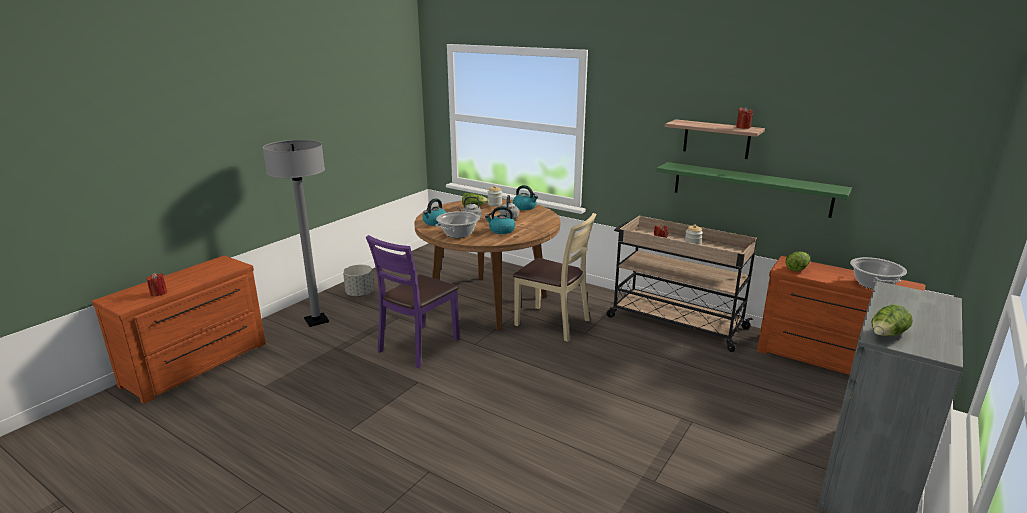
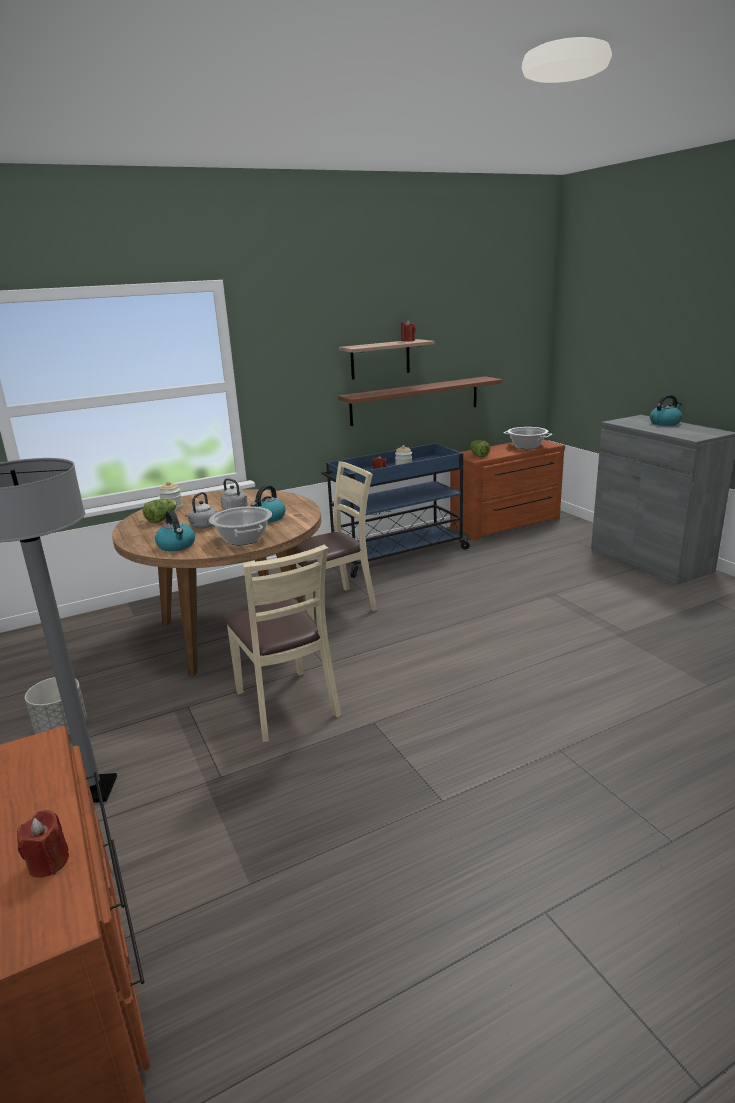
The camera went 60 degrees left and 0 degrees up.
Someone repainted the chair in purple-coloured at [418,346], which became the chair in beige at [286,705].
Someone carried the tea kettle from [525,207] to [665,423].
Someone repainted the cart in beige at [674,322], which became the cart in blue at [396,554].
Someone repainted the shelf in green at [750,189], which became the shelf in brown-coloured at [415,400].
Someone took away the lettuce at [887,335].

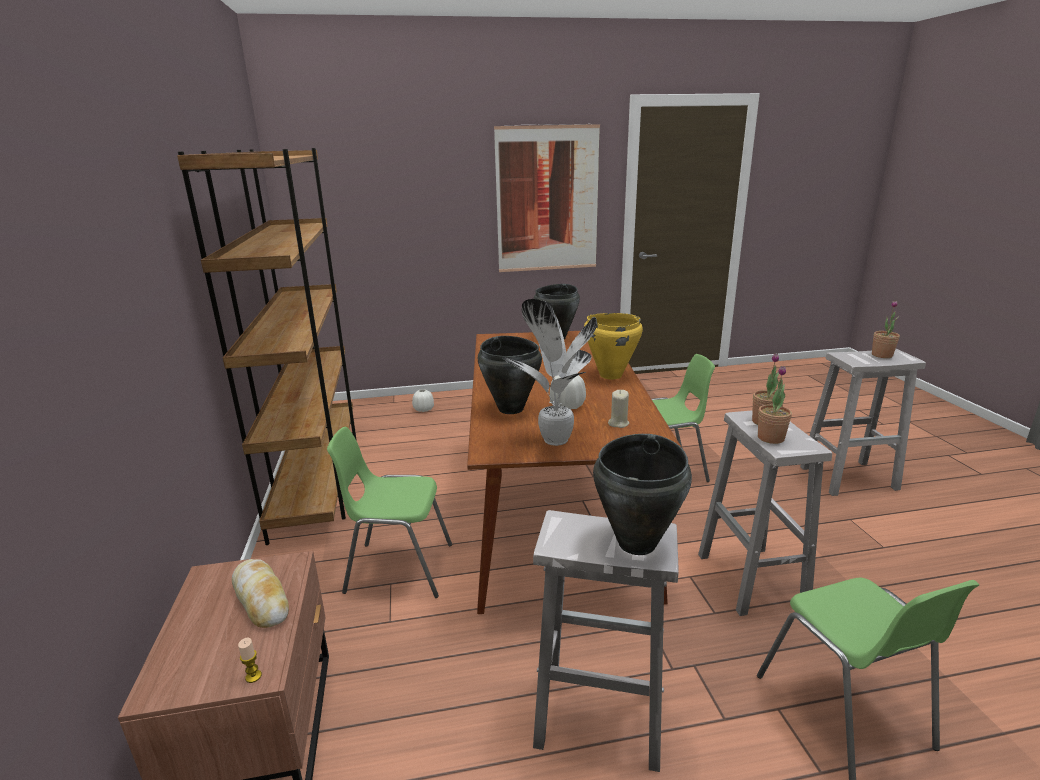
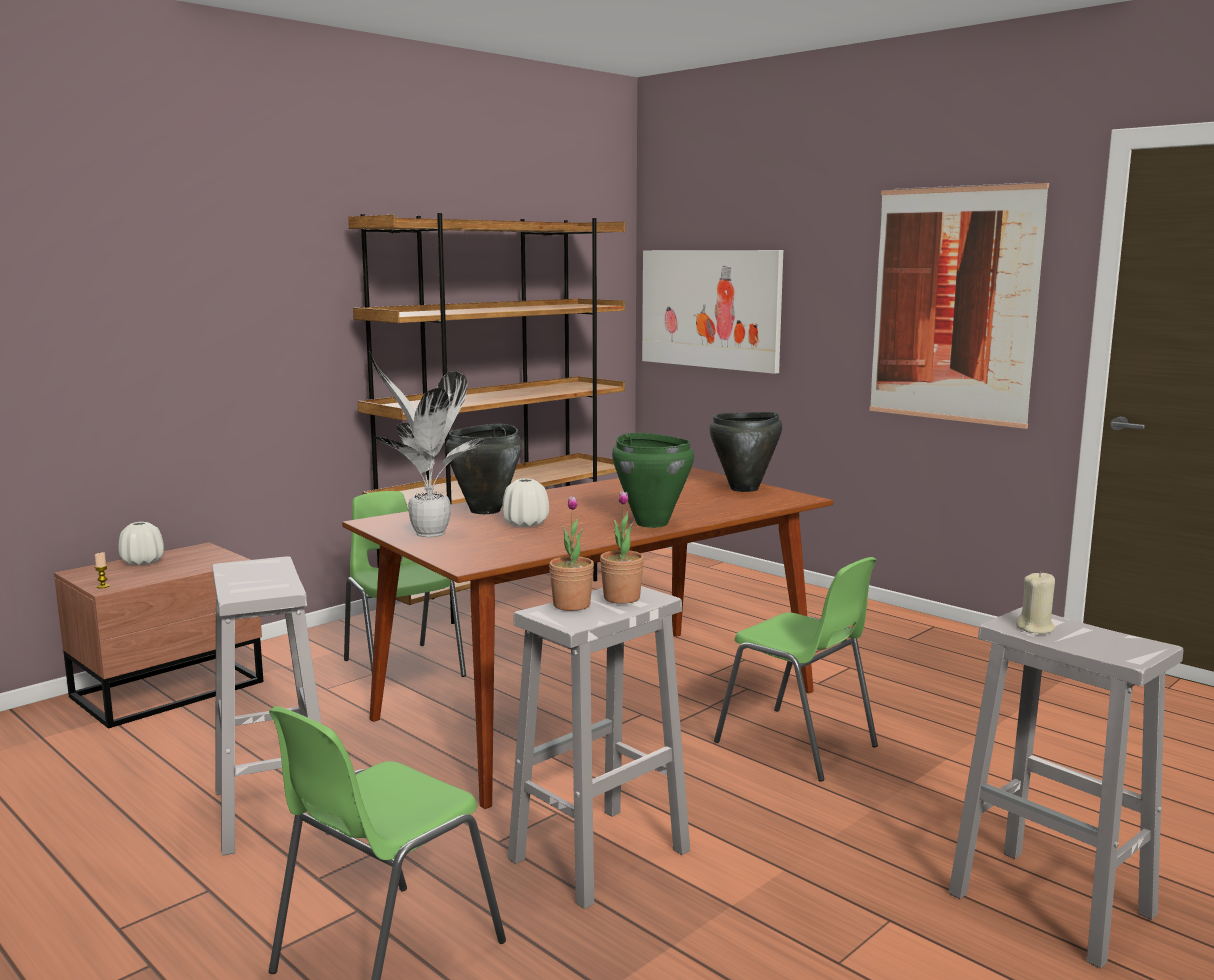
The camera went 55 degrees right and 10 degrees down.
Someone took away the baked bread at [261,599].
Someone carried the decorative vase in whitish from [423,409] to [142,562].
Someone repainted the stockpot in yellowish at [610,375], which became the stockpot in green at [652,523].
Someone took away the stockpot in blackish at [638,543].
Someone carried the wax light in beige from [618,423] to [1035,628].
Someone took away the plant in a pot at [882,355].
Someone put up the picture at [710,309].

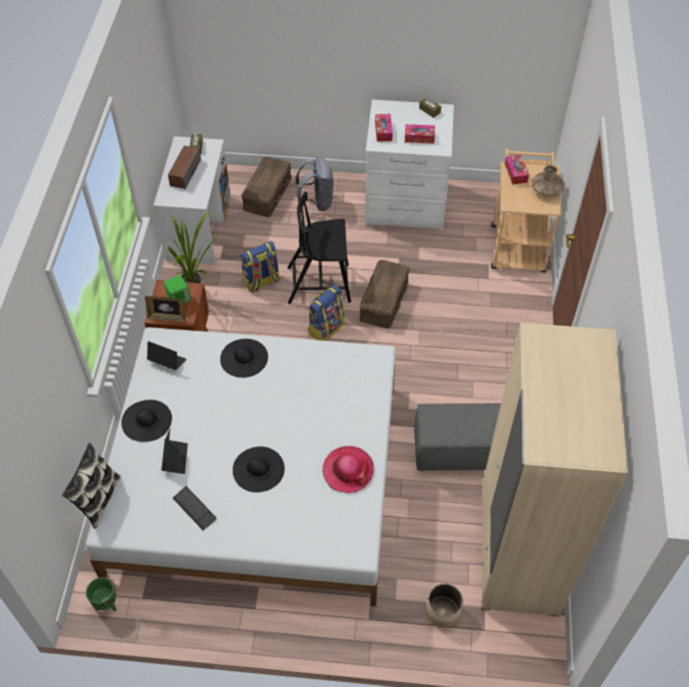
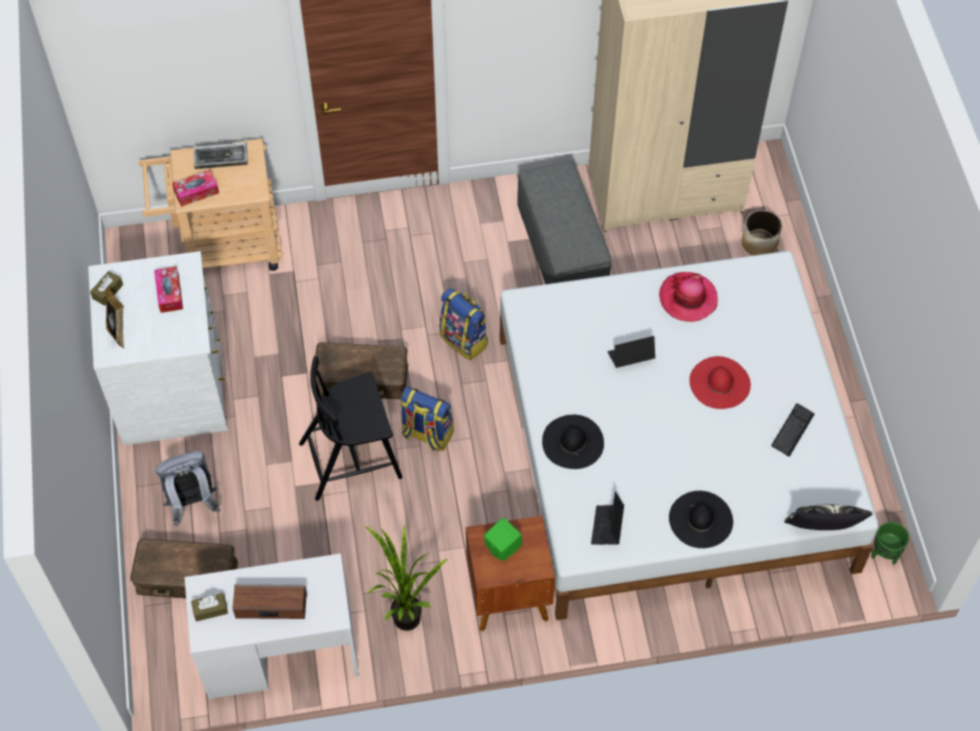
The camera went 105 degrees left and 5 degrees up.
Someone carried the picture frame from [167,317] to [118,328].
Someone carried the portable computer from [175,458] to [630,357].
Someone repainted the hat in blackish at [258,469], which became the hat in red at [719,383].
Someone carried the backpack from [261,282] to [464,340].
Someone rotated the chair in blackish at [320,284] by 90 degrees clockwise.
Someone took away the box of tissues at [383,131].
Someone swapped the decorative vase in brown-coloured at [546,190] for the computer keyboard at [222,157].

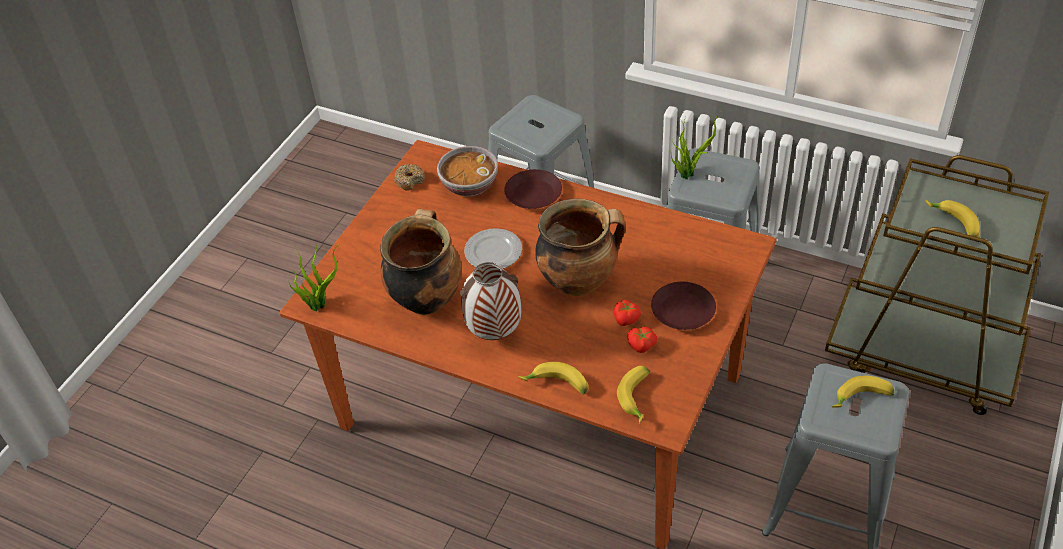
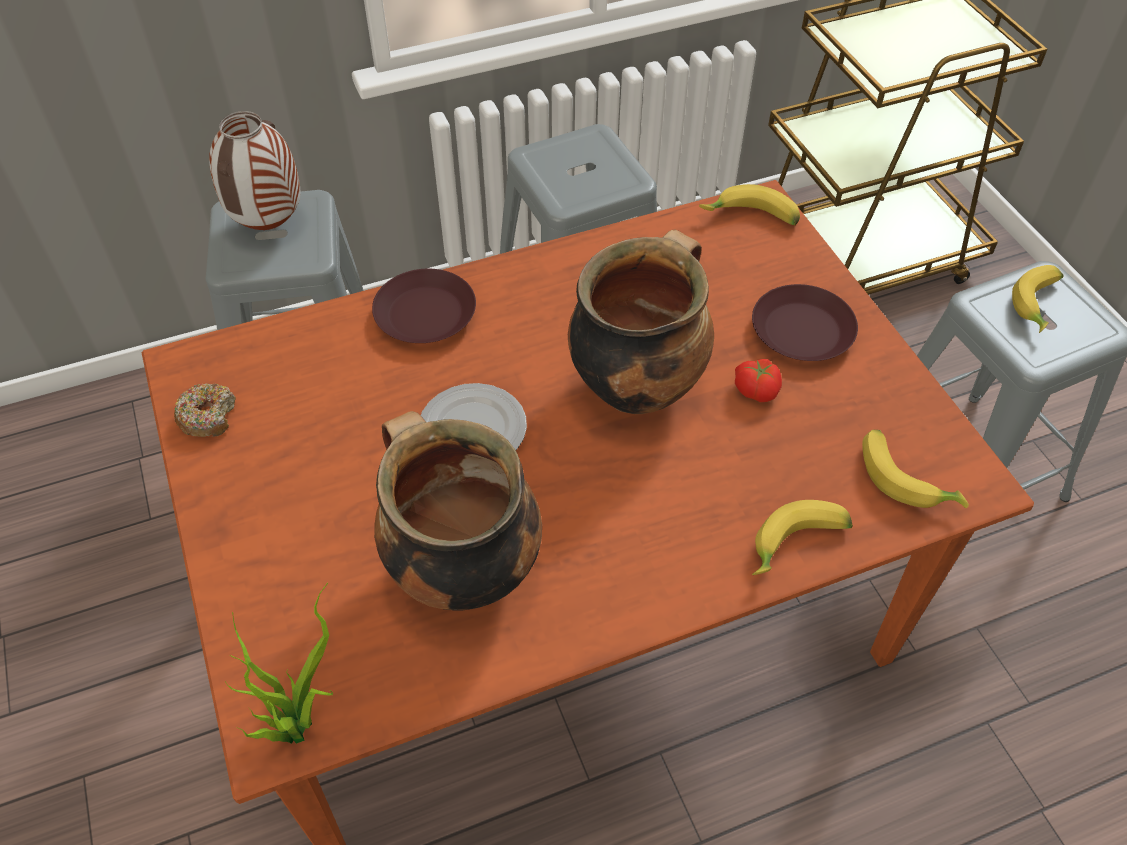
The camera went 50 degrees left and 5 degrees up.
Someone took away the deep dish at [469,185].
Someone carried the decorative vase from [494,334] to [269,226].
Someone took away the fresh tomato at [641,346].
Someone took away the plant in a pot at [688,173].
Someone carried the whole banana from [952,224] to [751,218].

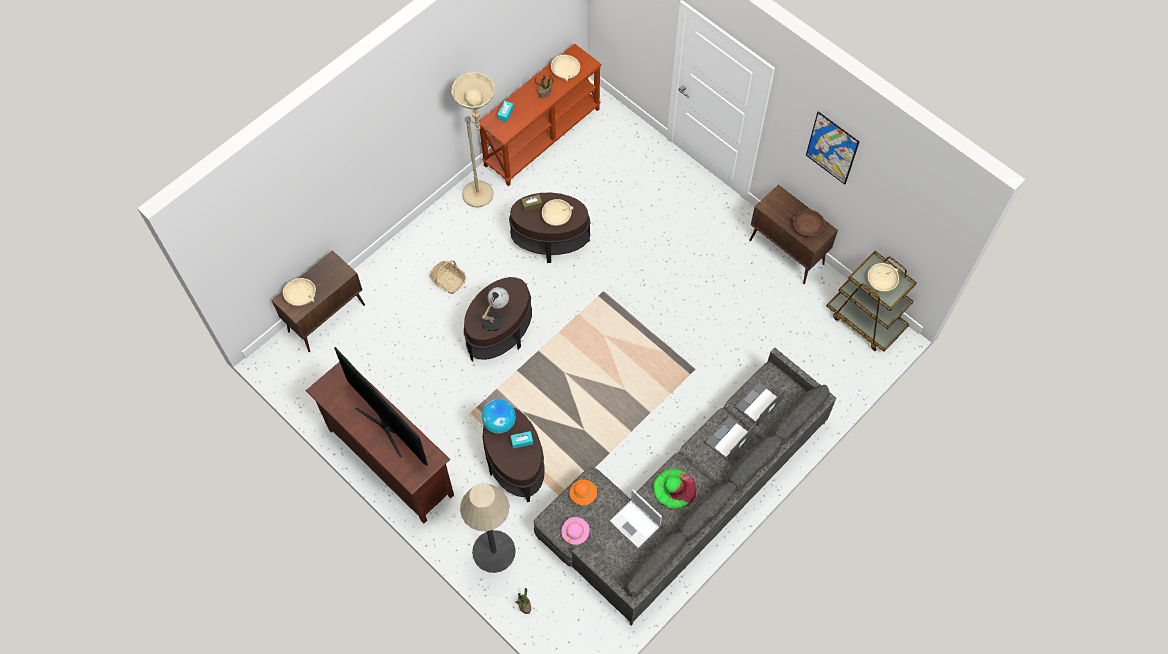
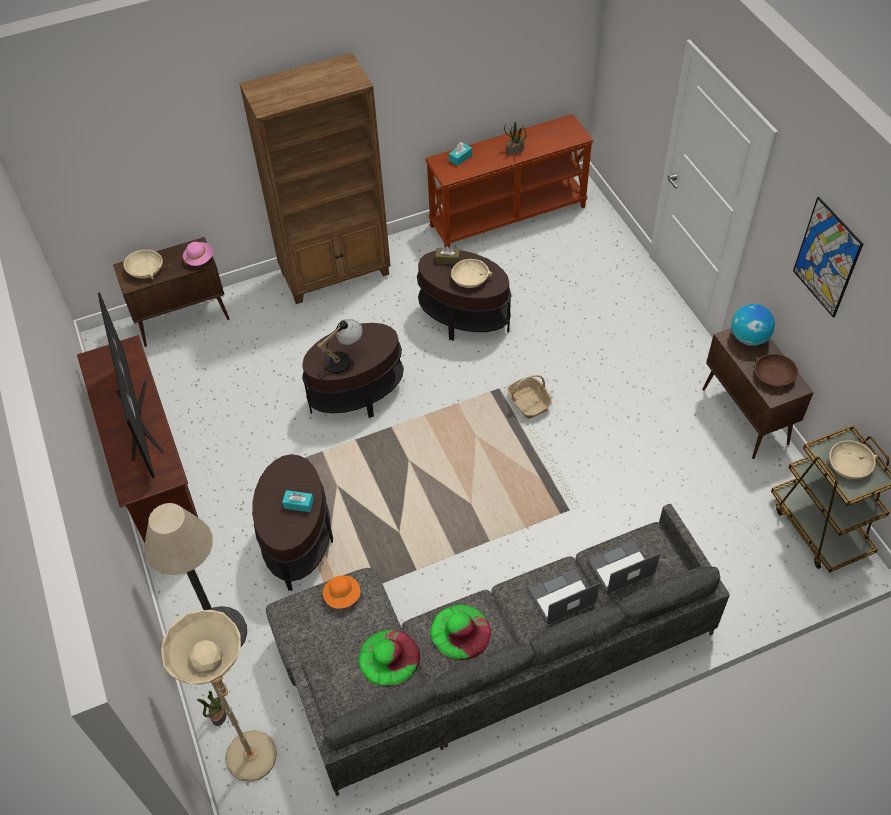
The camera went 25 degrees right and 10 degrees down.
Someone carried the basket from [448,280] to [528,402].
Someone carried the standard lamp in beige from [484,197] to [258,764].
Someone carried the globe from [499,422] to [748,338].
Someone took away the deep dish in beige at [565,71].
Someone carried the hat in pinkish from [575,532] to [199,259].
Someone swapped the portable computer at [635,524] for the hat in green at [389,658].
Someone put down the bookcase in brown-coloured at [336,273].

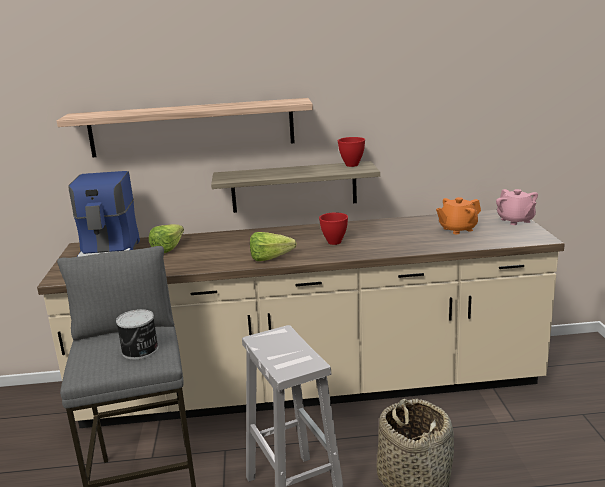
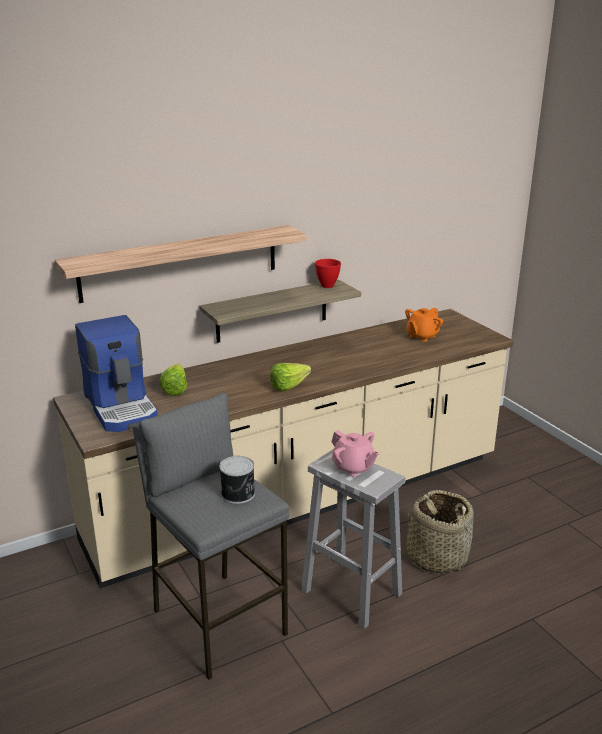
The camera went 25 degrees left and 5 degrees up.
Someone took away the deep dish in red at [335,242].
Someone carried the pot for tea in pinkish from [515,220] to [353,467].

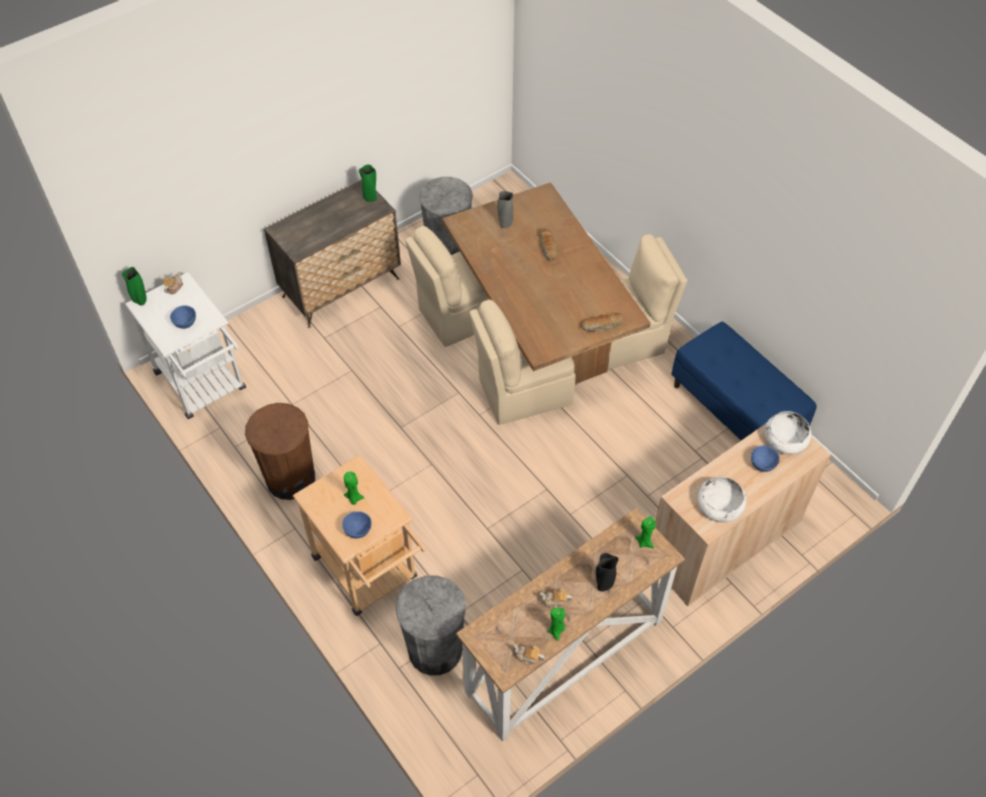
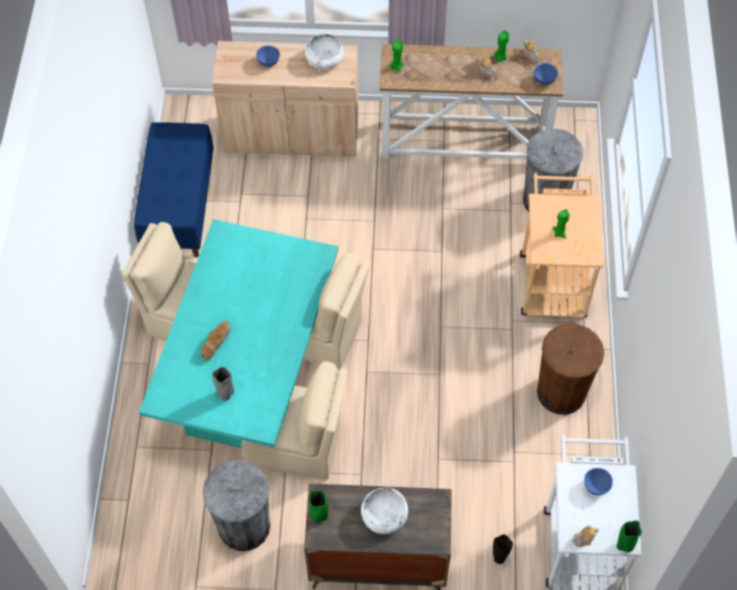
The camera went 140 degrees left and 5 degrees up.
Someone carried the deep dish in blue from [357,531] to [544,81].
Someone repainted the dinner table in brown-coloured at [540,334], which became the dinner table in turquoise at [250,376].
Someone took away the baked bread at [602,326].
Someone carried the decorative vase in blackish from [604,584] to [499,557].
Someone carried the deep dish in whitish from [785,439] to [384,515].

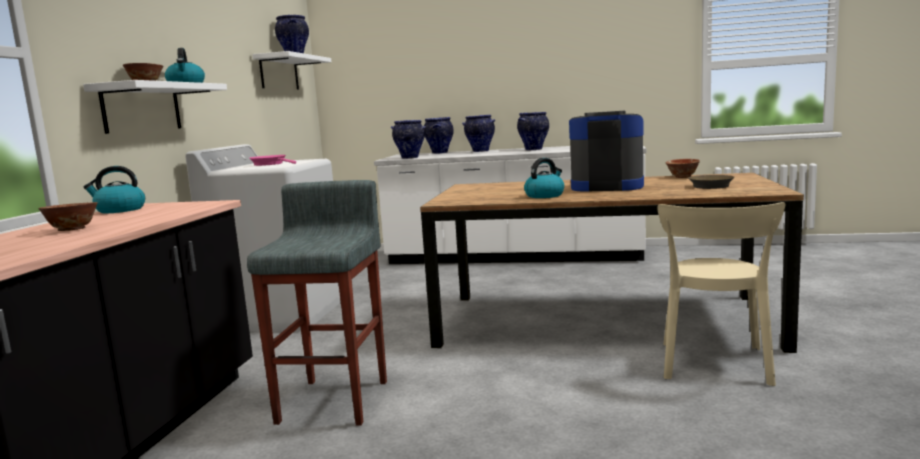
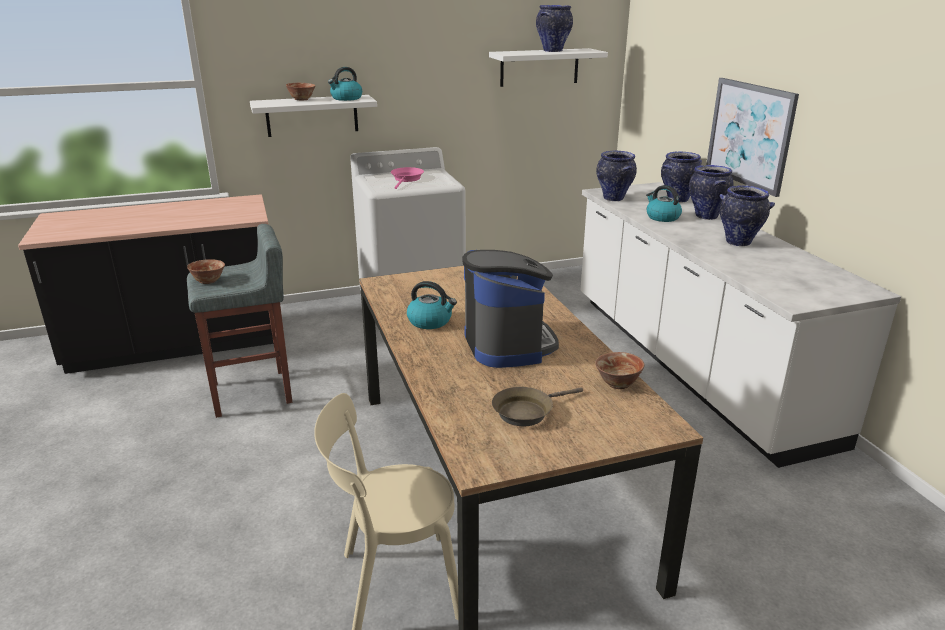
The camera went 60 degrees right and 15 degrees up.
Someone carried the deep dish from [72,229] to [208,281].
Someone carried the tea kettle from [119,210] to [662,217].
Someone put up the picture at [749,134].

